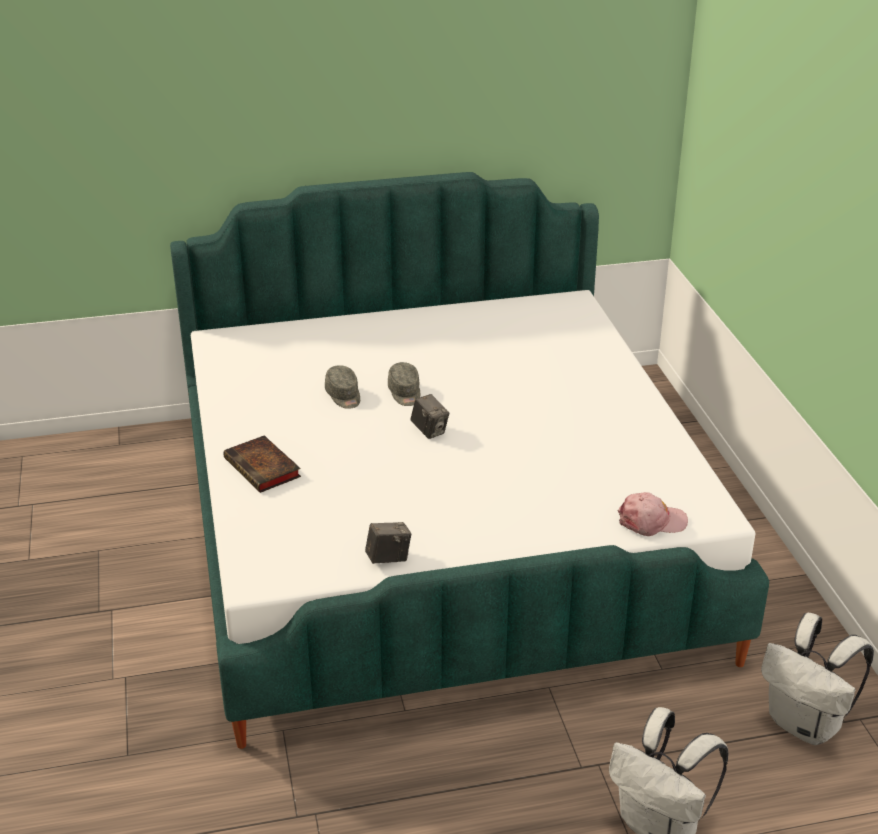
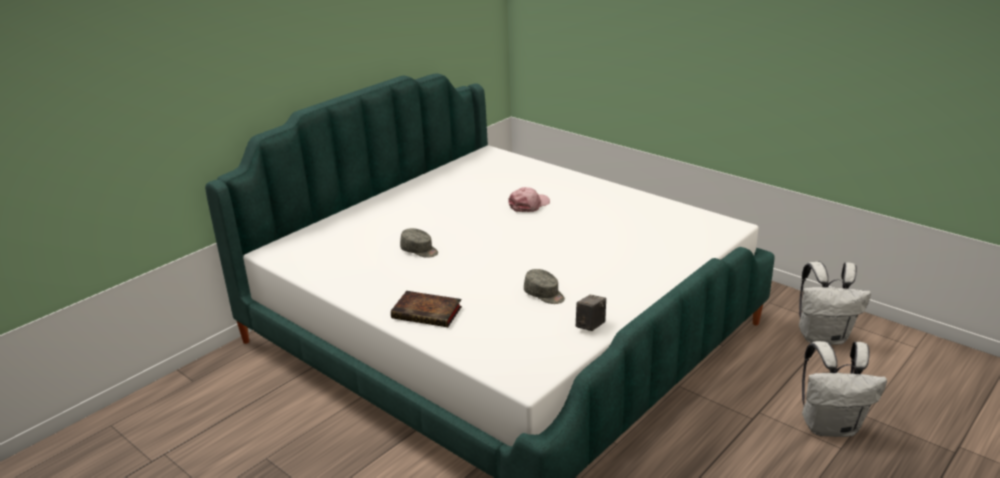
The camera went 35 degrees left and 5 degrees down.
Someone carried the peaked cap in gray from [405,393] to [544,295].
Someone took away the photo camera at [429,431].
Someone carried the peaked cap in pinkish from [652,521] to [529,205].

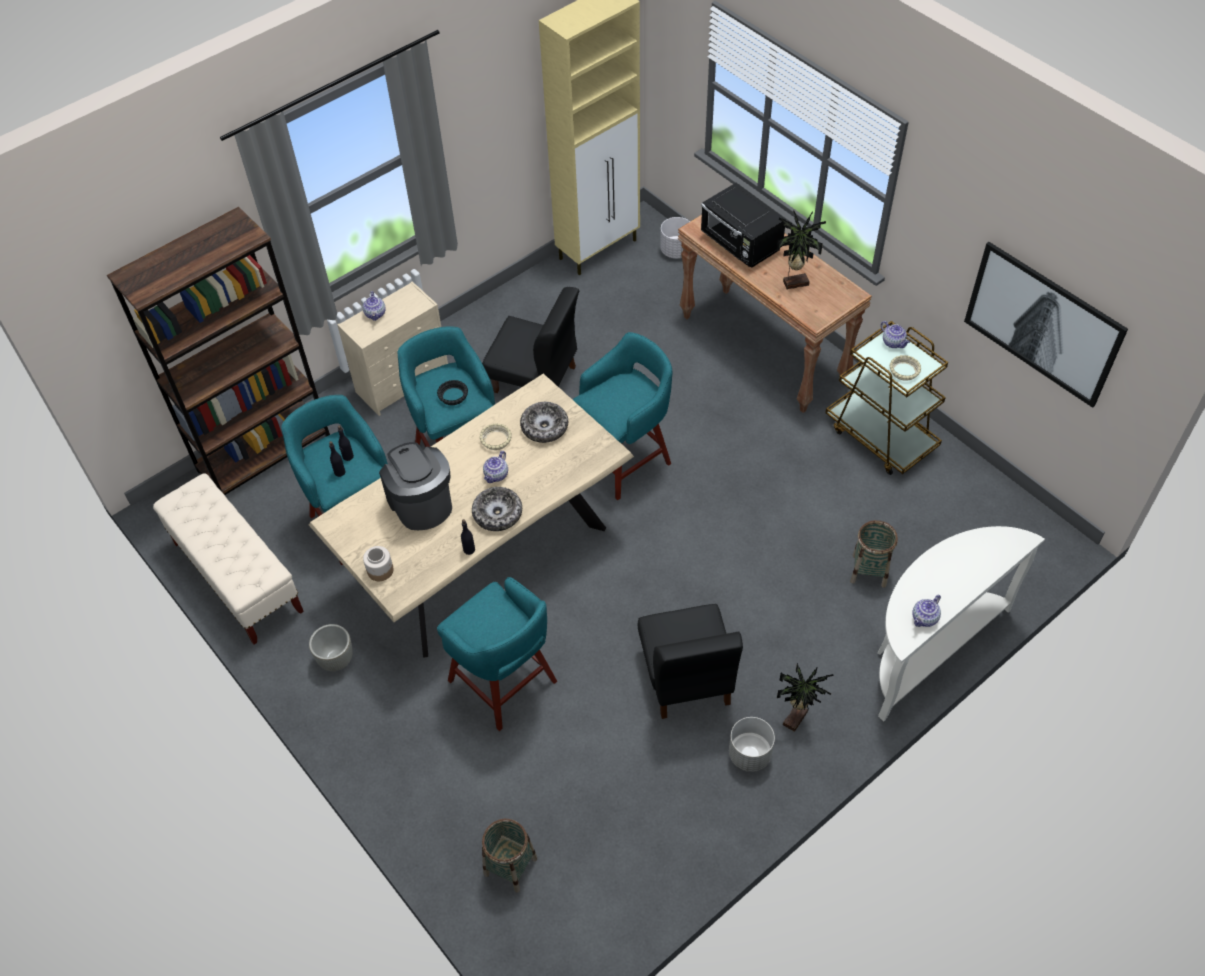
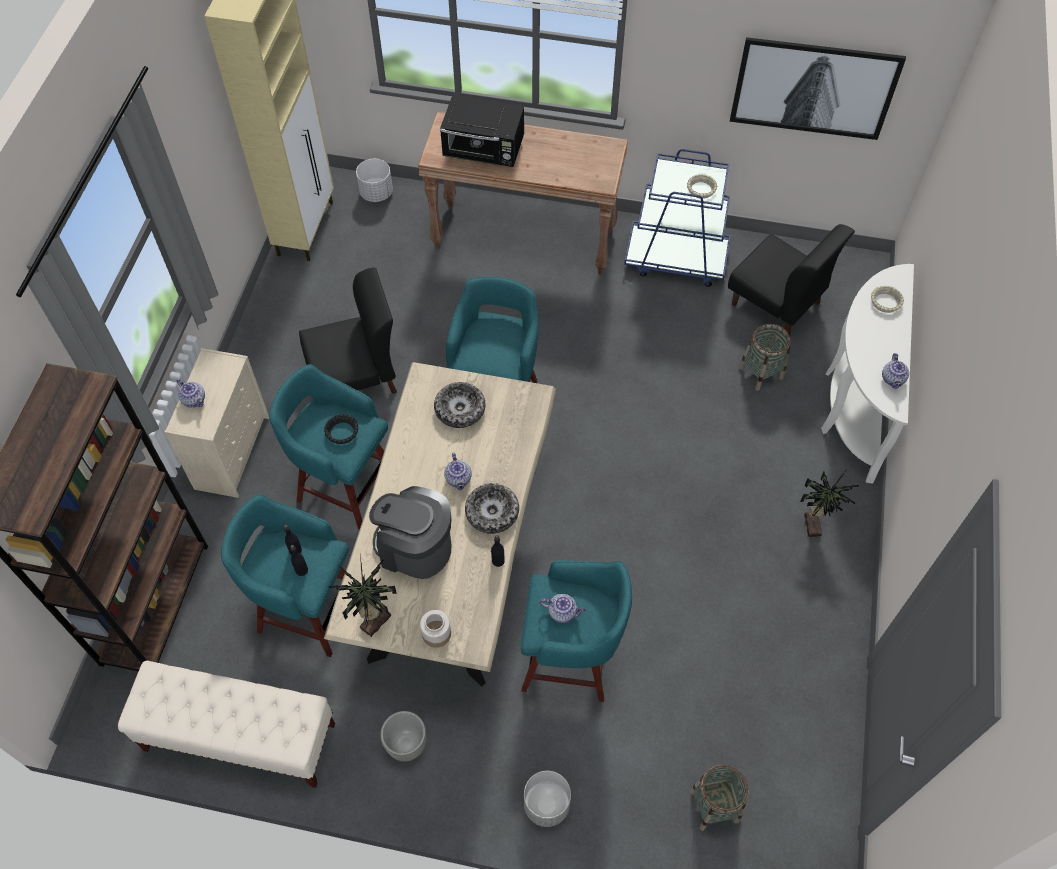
The camera went 40 degrees left and 5 degrees up.
Someone carried the deep dish in beige from [496,439] to [885,302].
Someone carried the chair in blackish from [686,677] to [776,304].
Someone carried the plant pot in gray from [749,754] to [546,805].
Someone carried the plant in a pot from [794,282] to [373,621].
Someone repainted the cart in brown-coloured at [881,436], which became the cart in blue at [676,259].
Someone carried the pot for tea from [893,343] to [563,612].

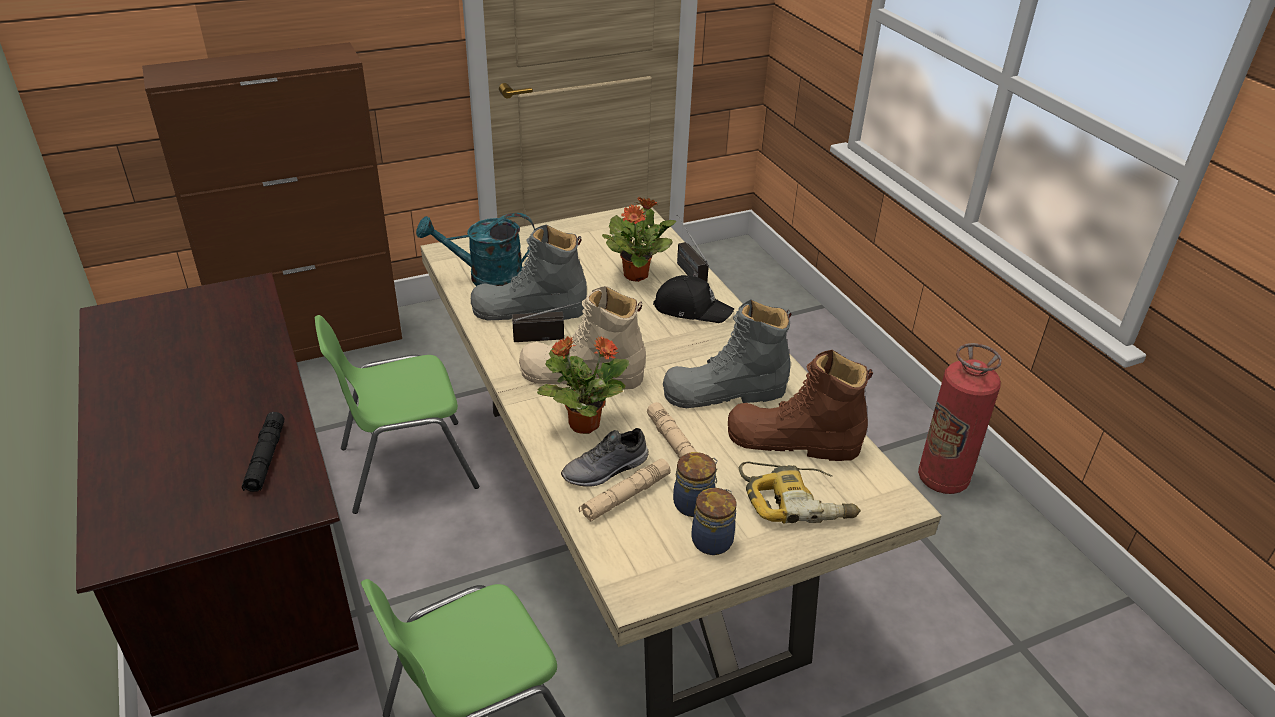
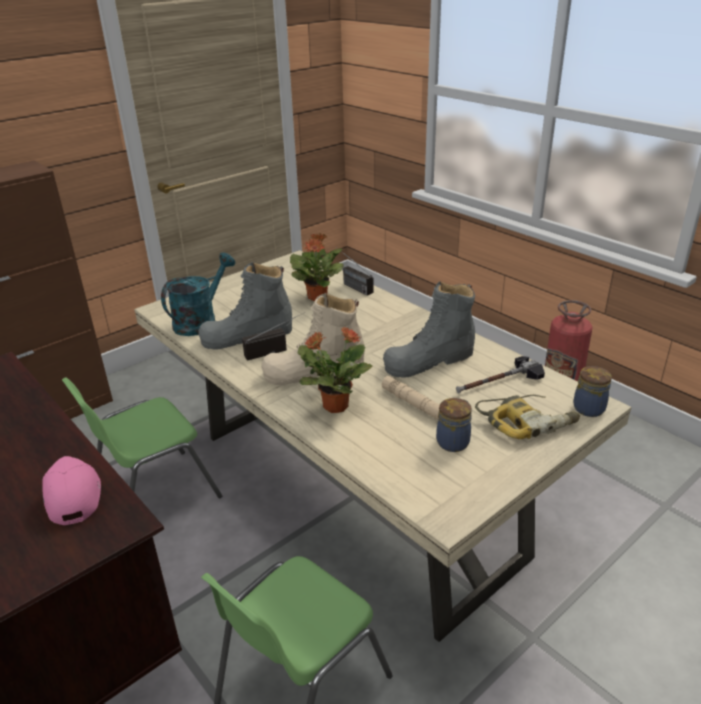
The camera went 15 degrees left and 5 degrees down.
Someone swapped the torch in blackish at [266,458] for the peaked cap in pinkish at [72,495].
Someone rotated the watering pot in turquoise at [486,278] by 150 degrees clockwise.
Someone took away the item of footwear in gray at [606,470].
Someone took away the torch in beige at [625,496].
Someone took away the peaked cap in blackish at [691,309].
Someone carried the preserve jar from [713,540] to [589,408].
Someone swapped the high-top boot in brown-coloured at [793,441] for the tool hammer at [499,382].

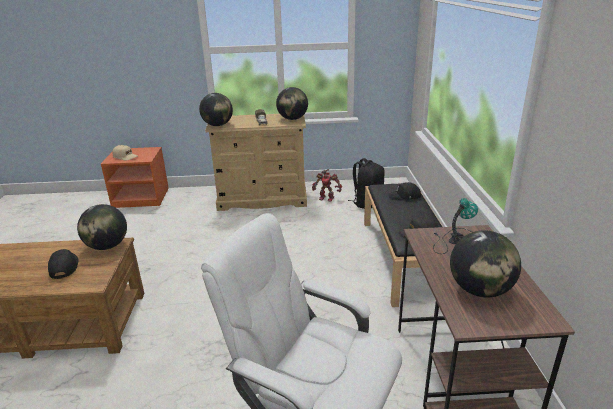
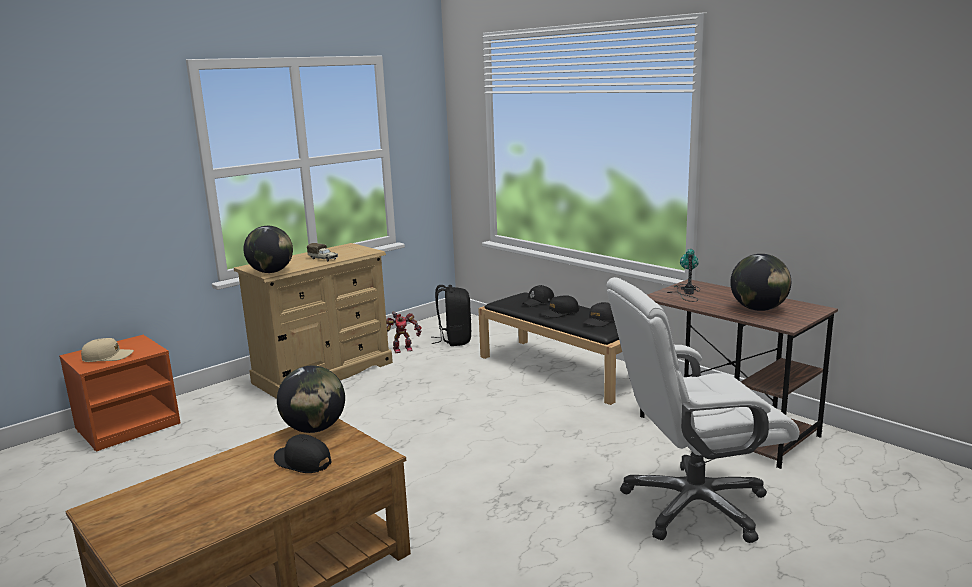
The camera went 40 degrees left and 10 degrees down.
Someone took away the globe at [292,119].
Someone put down the peaked cap in blackish at [559,313].

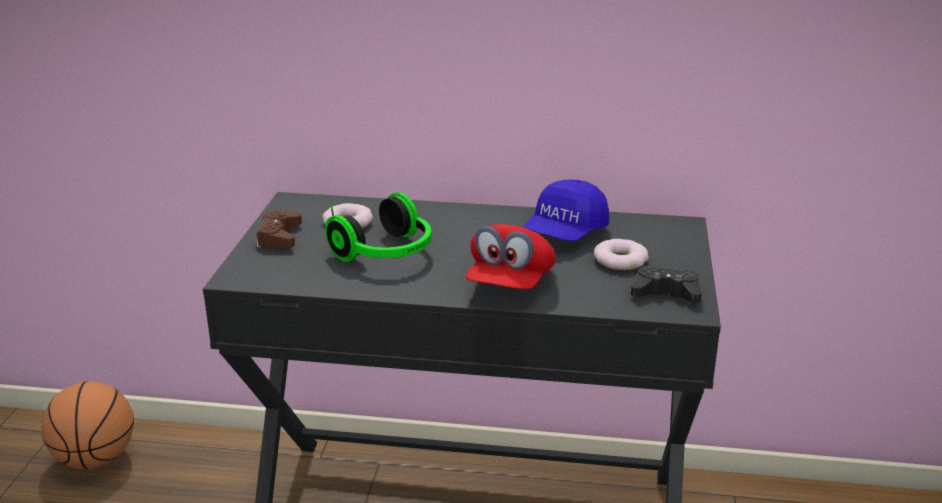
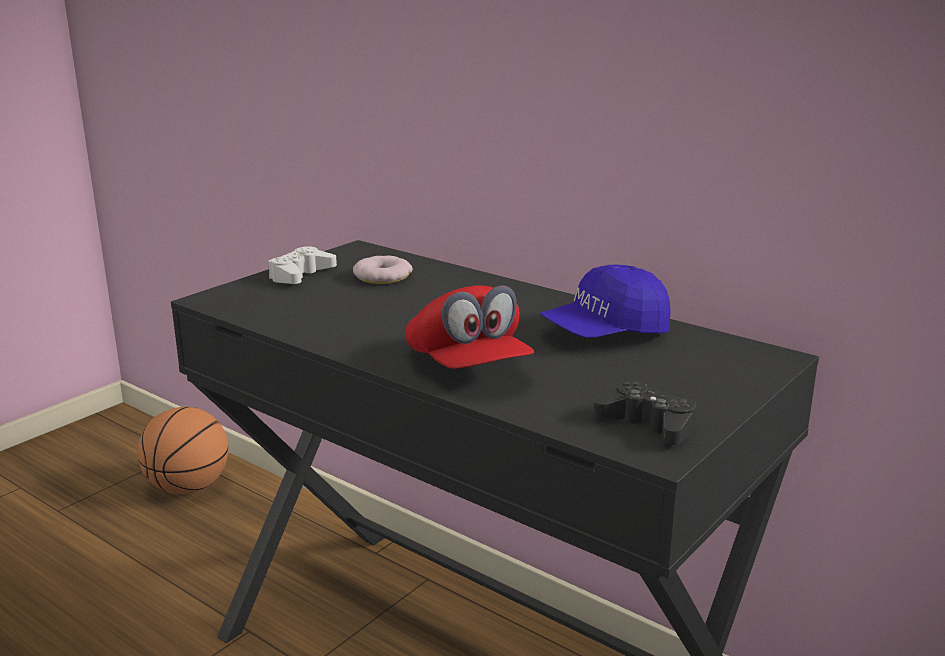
The camera went 30 degrees right and 5 degrees down.
Someone repainted the joypad in brown-coloured at [279,237], which became the joypad in whitish at [301,275].
Someone took away the headphones at [387,254].
Someone rotated the peaked cap in red at [510,284] by 75 degrees counterclockwise.
Someone took away the doughnut at [620,260].

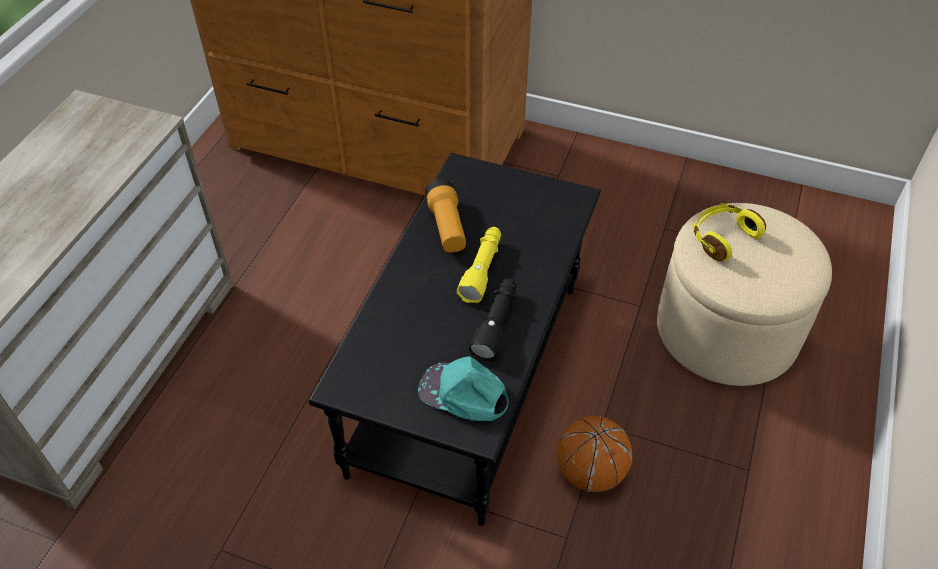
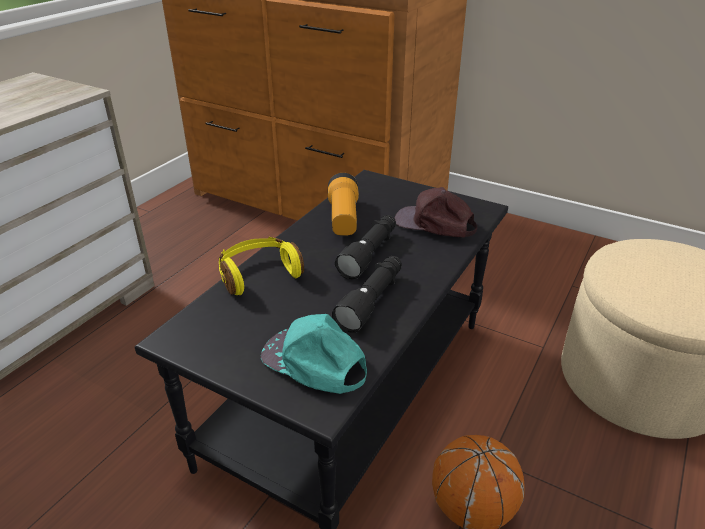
The camera went 10 degrees right and 15 degrees down.
Someone repainted the torch in yellowish at [482,270], which became the torch in blackish at [369,254].
Someone carried the headphones in yellowish from [722,237] to [259,274].
Someone put down the peaked cap in brown-coloured at [435,224].

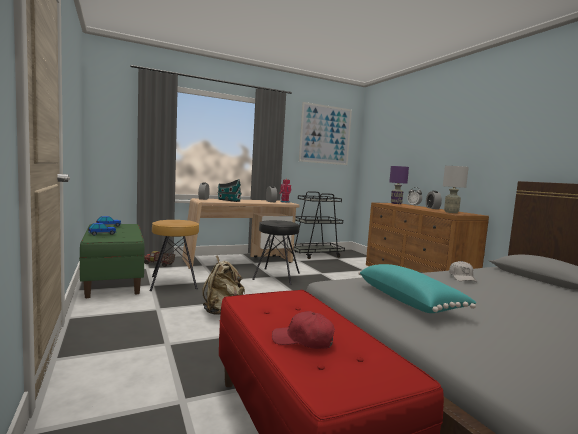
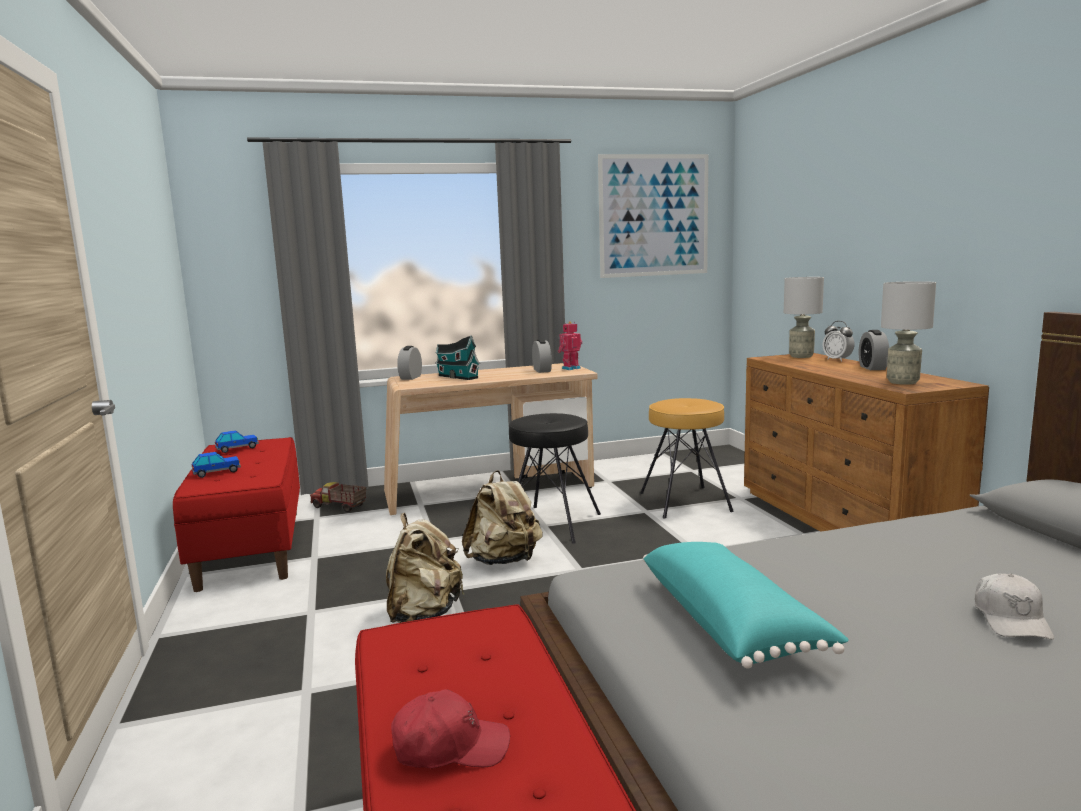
The camera went 10 degrees right and 5 degrees up.
Someone repainted the long seat in green at [113,279], which became the long seat in red at [251,547].
Someone carried the sitting stool in brown-coloured from [174,282] to [685,501].
Someone rotated the peaked cap in red at [303,341] by 150 degrees clockwise.
Someone took away the cart in blackish at [315,254].
Someone repainted the table lamp in purple-coloured at [396,203], which became the table lamp in gray at [801,356].
Someone carried the peaked cap in whitish from [462,278] to [1011,619].
Someone put down the backpack in beige at [504,561].

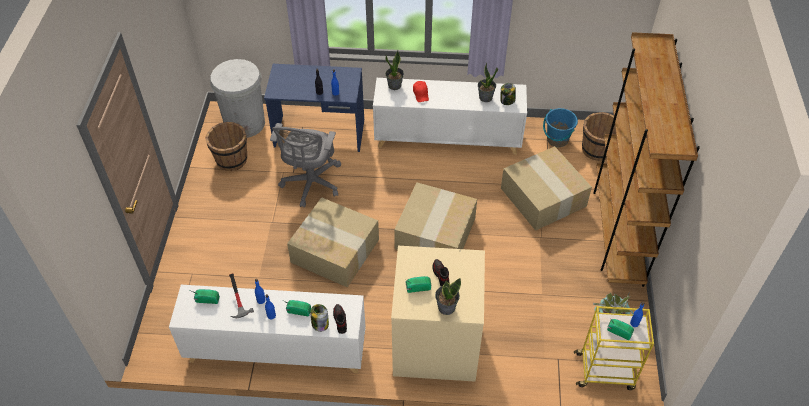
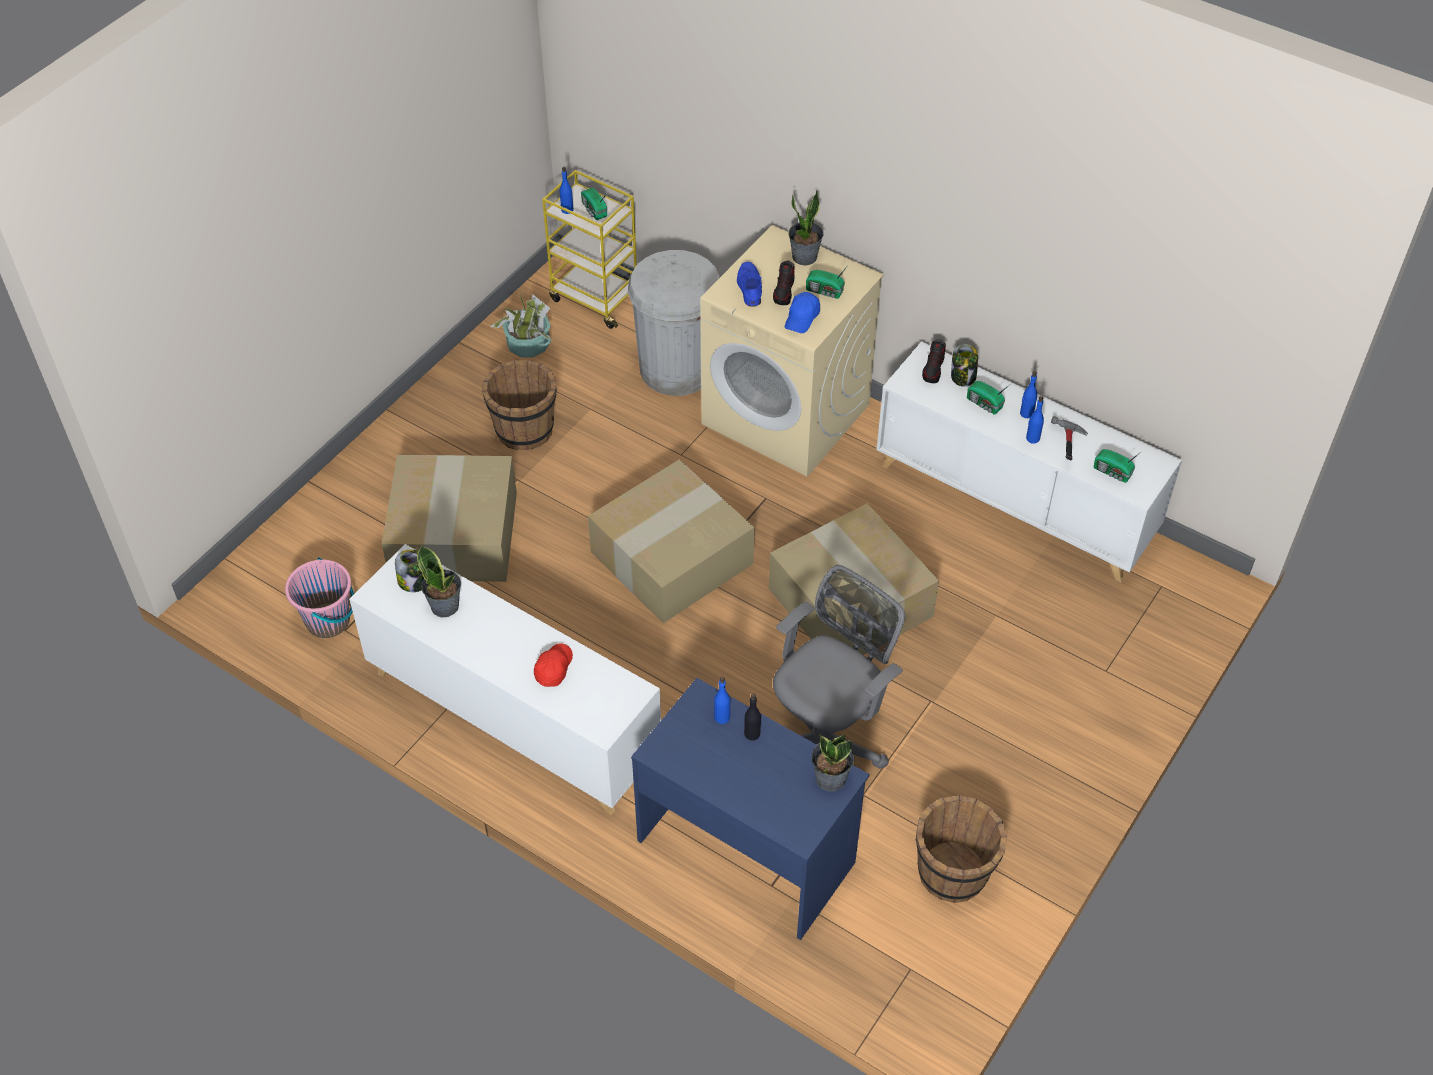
The camera went 150 degrees left and 0 degrees up.
Someone carried the rubbish bin in whitish from [245,123] to [677,368].
Someone carried the plant in a pot from [395,85] to [830,777].
Someone repainted the pail in blue at [557,139], which became the pail in pinkish at [328,621].
Someone carried the pail in brown-coloured from [597,150] to [524,430].
Someone took away the bookcase in brown-coloured at [617,231].
Someone put down the item of footwear in blue at [749,286].
Someone put down the peaked cap in blue at [802,318].

